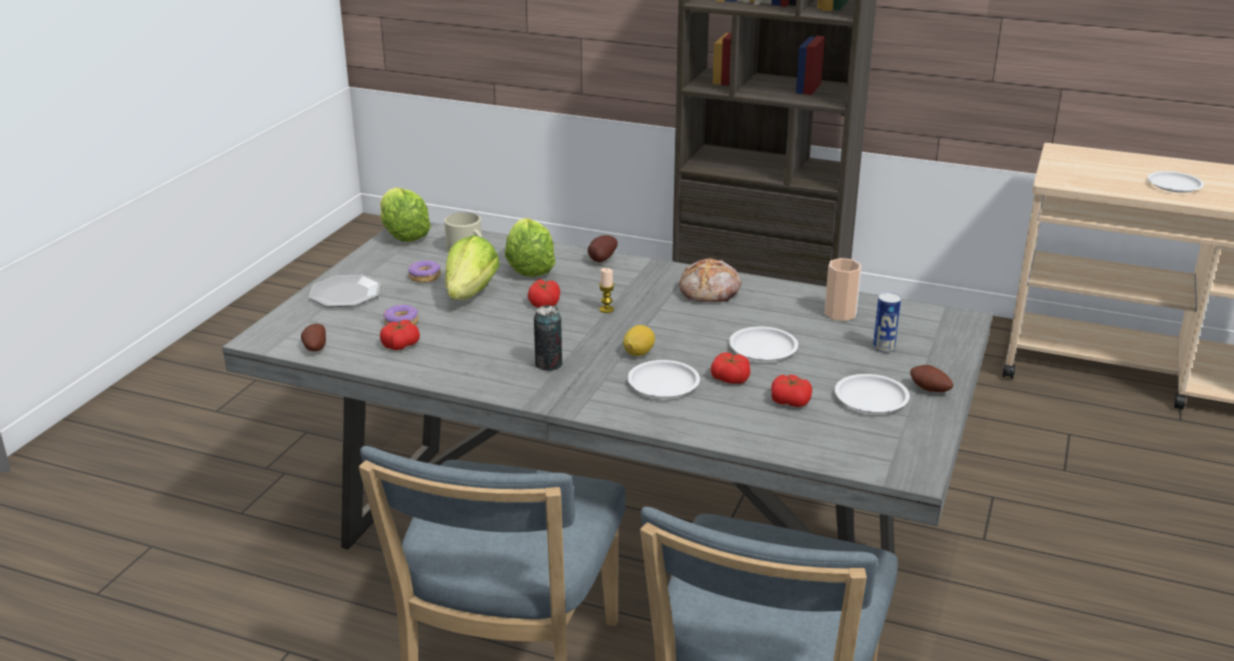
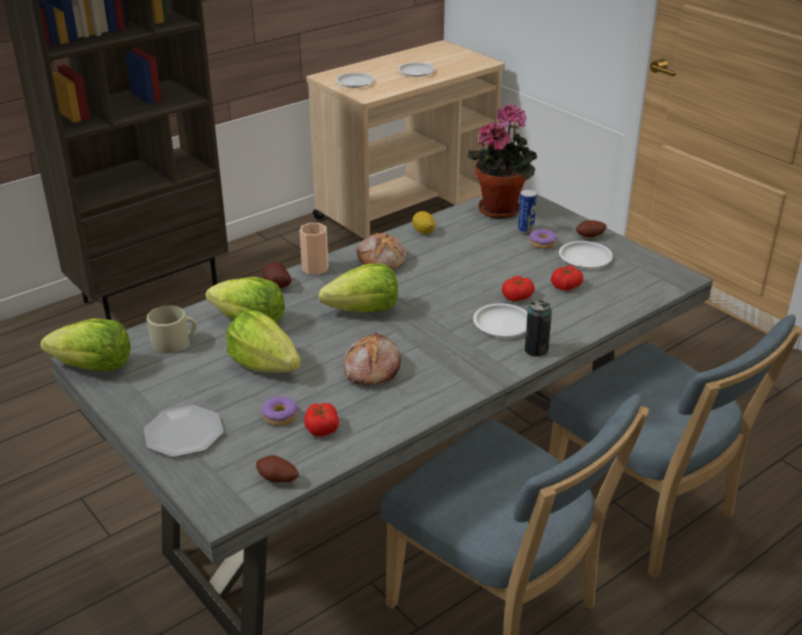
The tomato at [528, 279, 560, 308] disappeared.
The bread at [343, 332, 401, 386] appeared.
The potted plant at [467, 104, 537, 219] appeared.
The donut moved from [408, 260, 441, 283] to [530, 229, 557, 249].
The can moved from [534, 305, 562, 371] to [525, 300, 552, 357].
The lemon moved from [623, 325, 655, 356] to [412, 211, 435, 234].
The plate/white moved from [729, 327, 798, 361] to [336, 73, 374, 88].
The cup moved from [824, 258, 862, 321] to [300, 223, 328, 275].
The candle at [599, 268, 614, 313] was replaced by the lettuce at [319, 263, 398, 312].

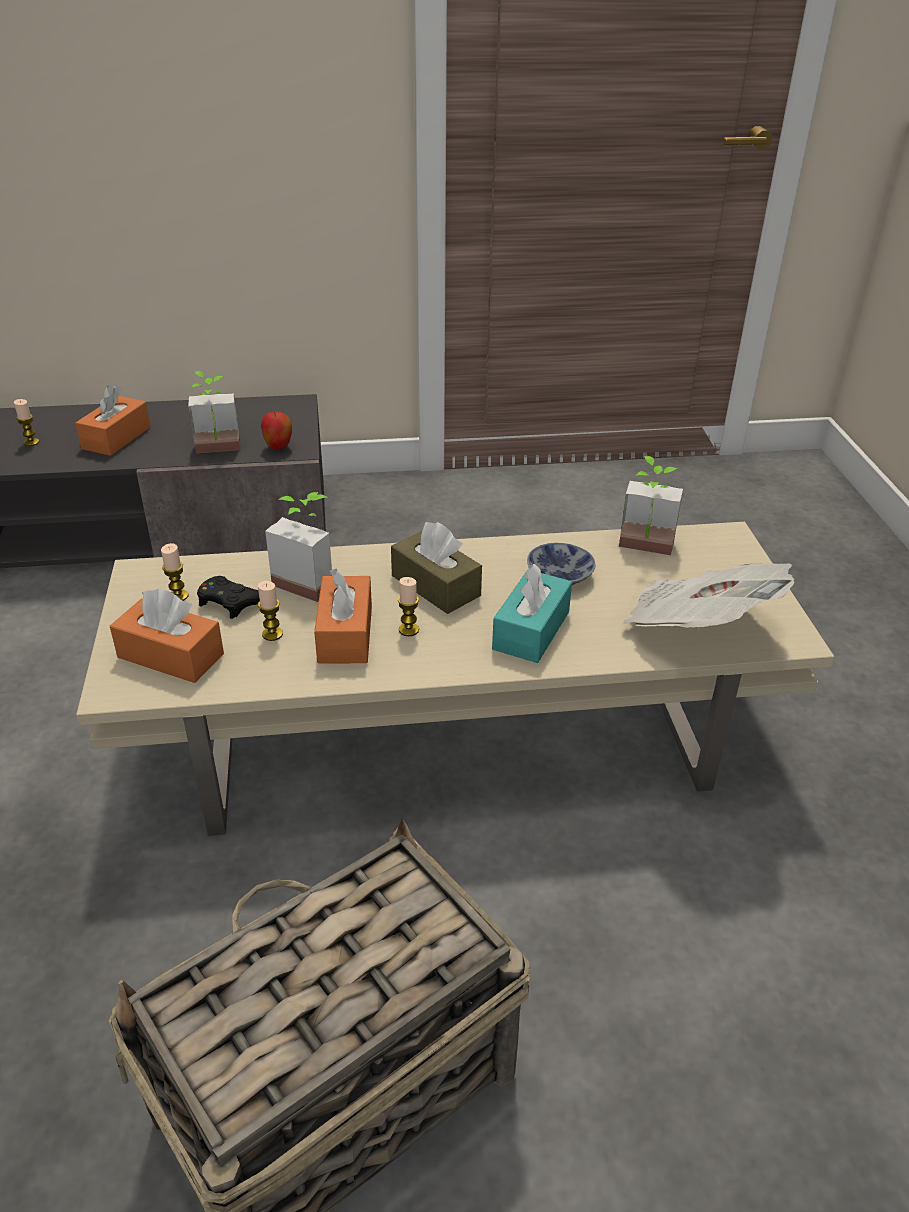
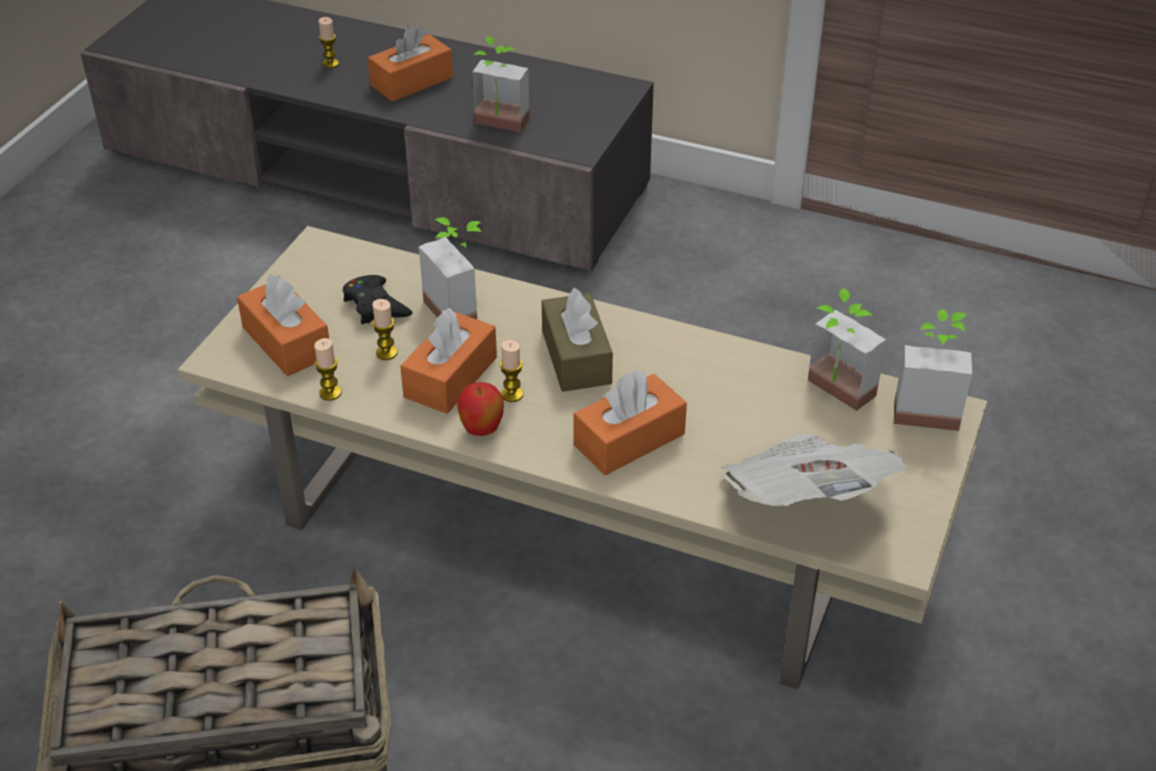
The bowl at [527, 543, 595, 585] disappeared.
The potted plant at [894, 309, 972, 431] appeared.
The candle moved from [161, 543, 188, 601] to [314, 338, 342, 401].
The apple moved from [261, 411, 292, 450] to [457, 382, 504, 436].
The tissue box/turquoise at [492, 564, 572, 663] became the tissue box/orange at [573, 371, 687, 475].

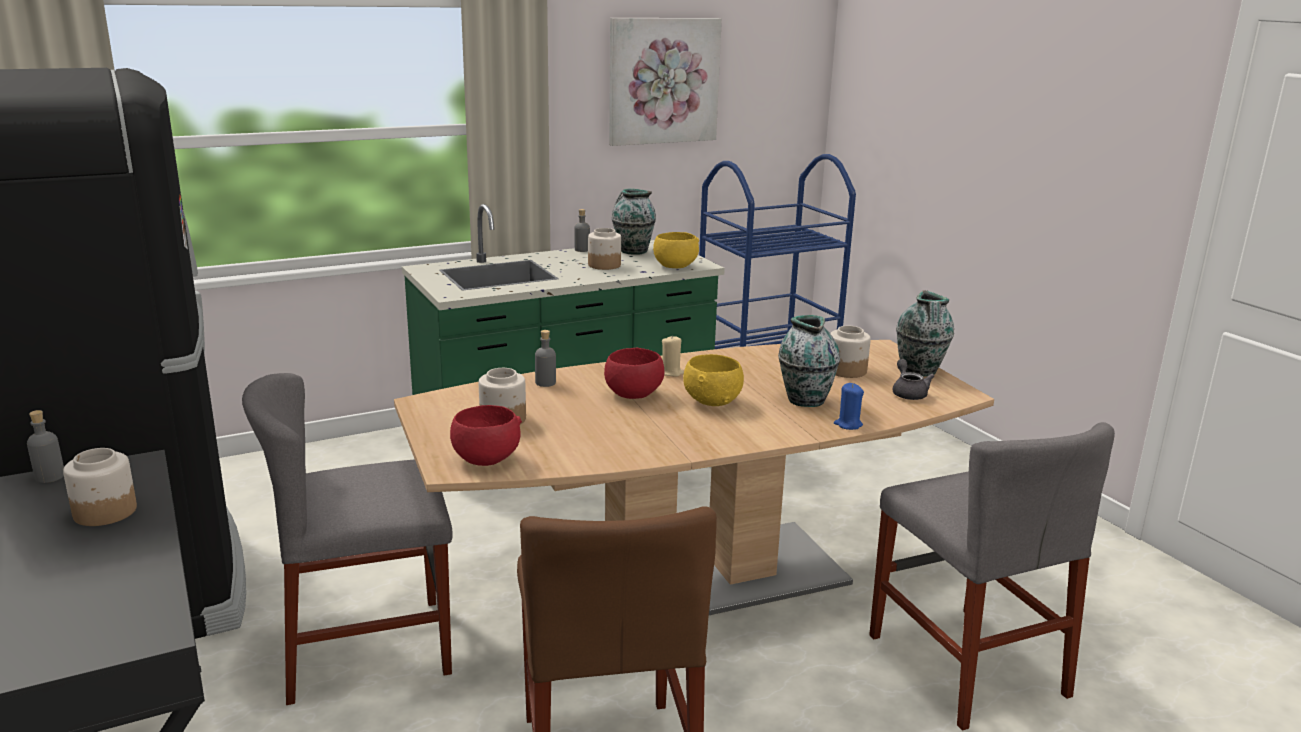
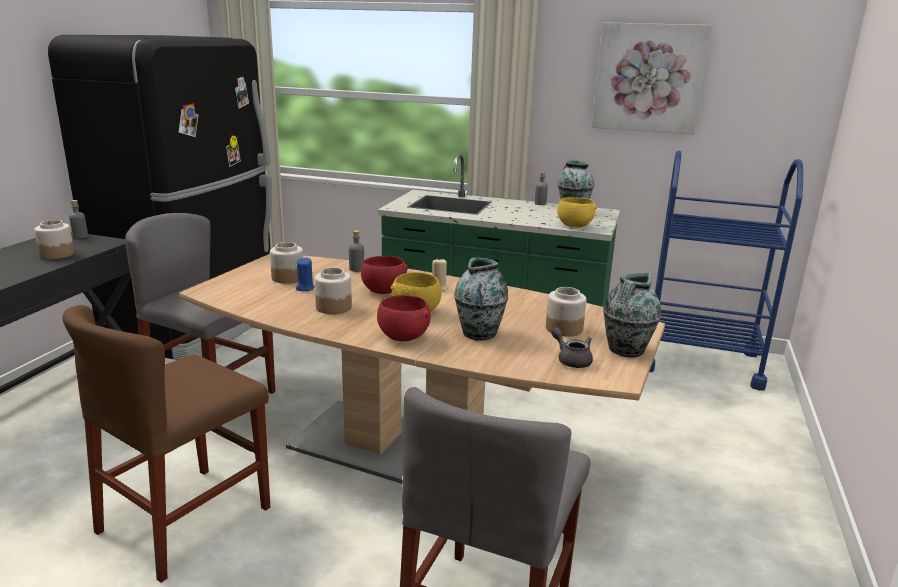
The bowl/red moved from [450, 405, 522, 466] to [377, 295, 431, 341].
The jar moved from [588, 228, 621, 270] to [315, 267, 352, 314].
The candle/blue moved from [834, 383, 864, 430] to [296, 257, 315, 291].
The teapot/grey at [893, 359, 934, 400] turned 75 degrees counterclockwise.

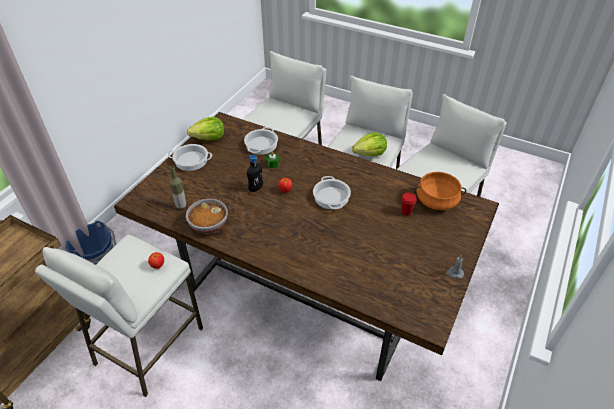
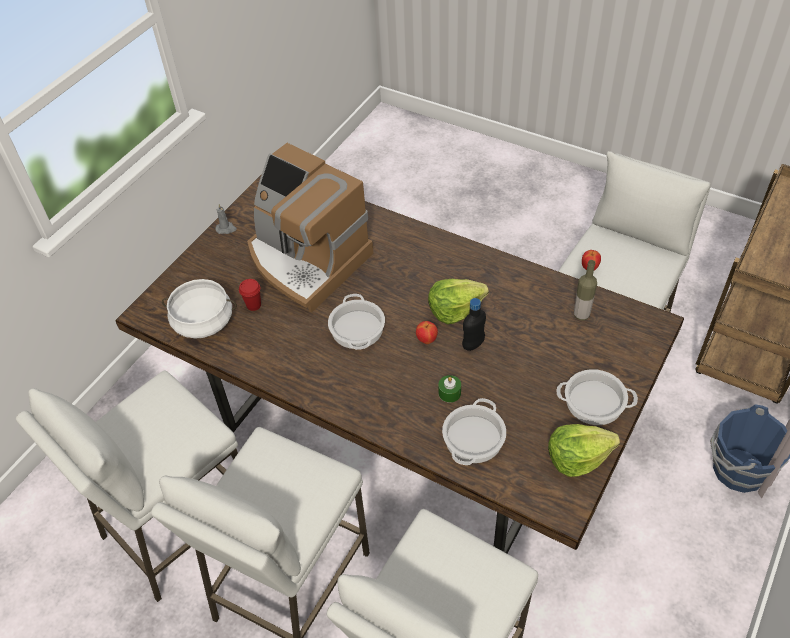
The bowl at [186, 199, 228, 234] disappeared.
The coffee machine at [247, 143, 373, 313] appeared.
The lettuce moved from [352, 132, 387, 156] to [428, 279, 489, 324].
The cooking pot/orange at [414, 172, 466, 210] became the cooking pot/white at [162, 279, 237, 339].

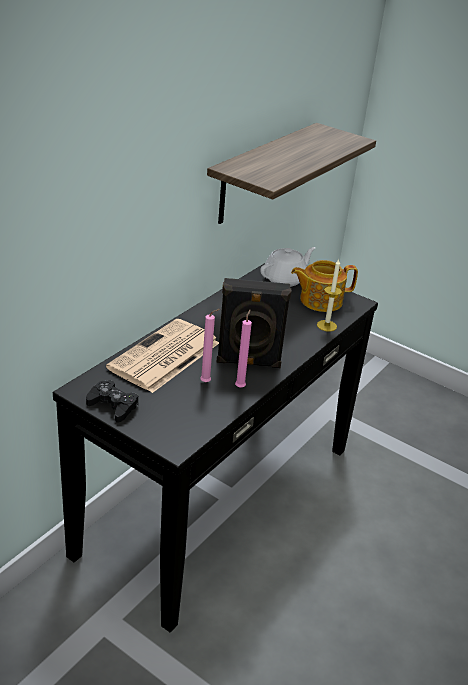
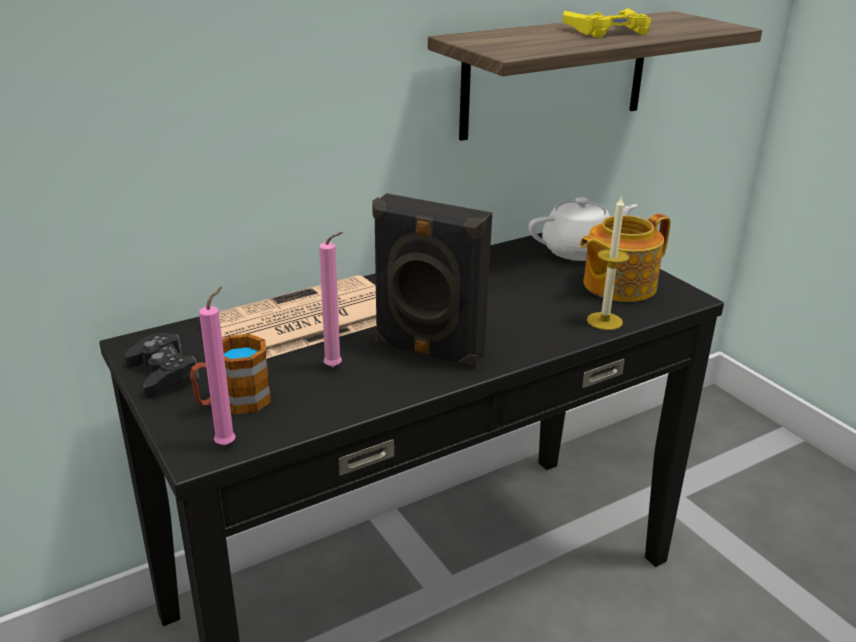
The mug at [190, 334, 271, 415] appeared.
The game controller/yellow at [563, 8, 651, 37] appeared.
The candle/pink moved from [235, 310, 252, 388] to [199, 287, 236, 445].
The teapot at [291, 260, 358, 312] turned 45 degrees counterclockwise.

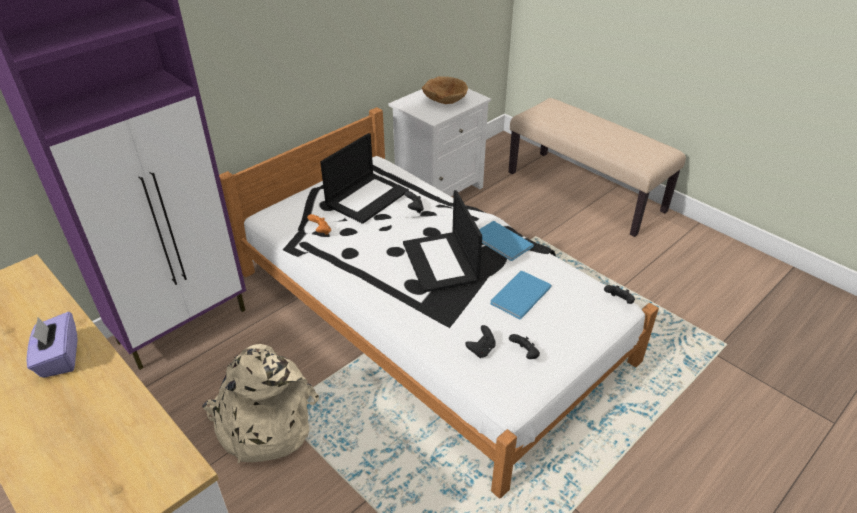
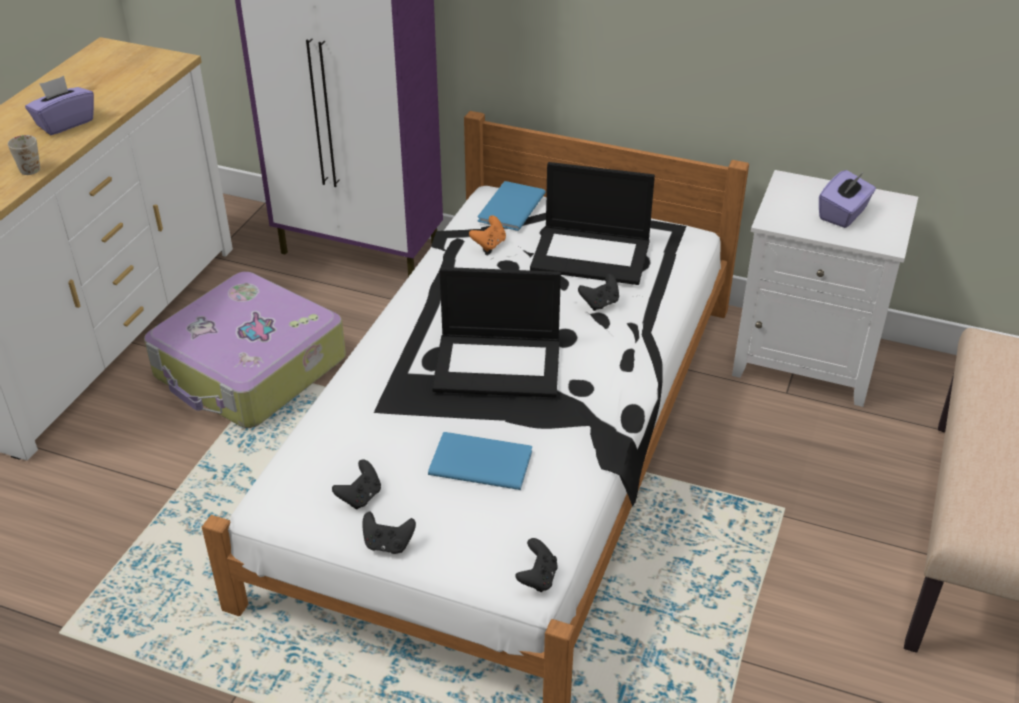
The mug/white at [8, 135, 40, 175] appeared.
The game controller/black moved from [465, 325, 496, 358] to [362, 511, 416, 554].
The book/blue moved from [479, 221, 534, 261] to [477, 181, 546, 231].
The backpack/beige at [202, 344, 319, 463] was replaced by the suitcase at [144, 272, 346, 428].
The bowl/brown at [422, 76, 468, 104] was replaced by the tissue box/purple at [819, 170, 876, 228].
The laptop at [403, 190, 482, 292] turned 135 degrees counterclockwise.

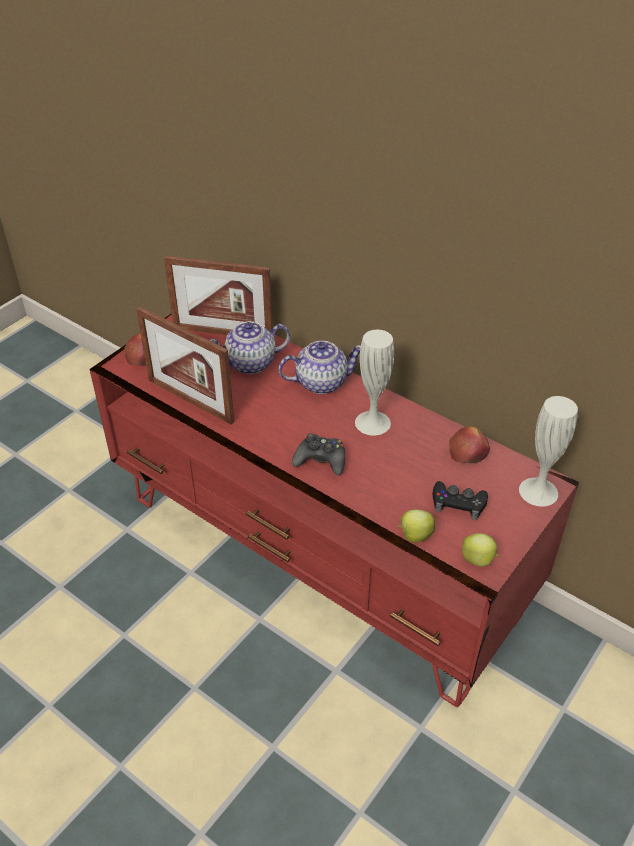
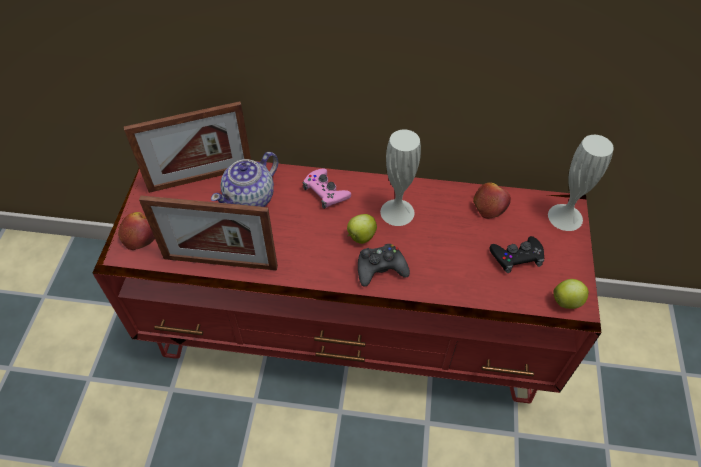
The apple moved from [397, 509, 435, 543] to [347, 214, 377, 244].
The teapot at [278, 341, 361, 394] was replaced by the game controller/pink at [303, 169, 351, 209].

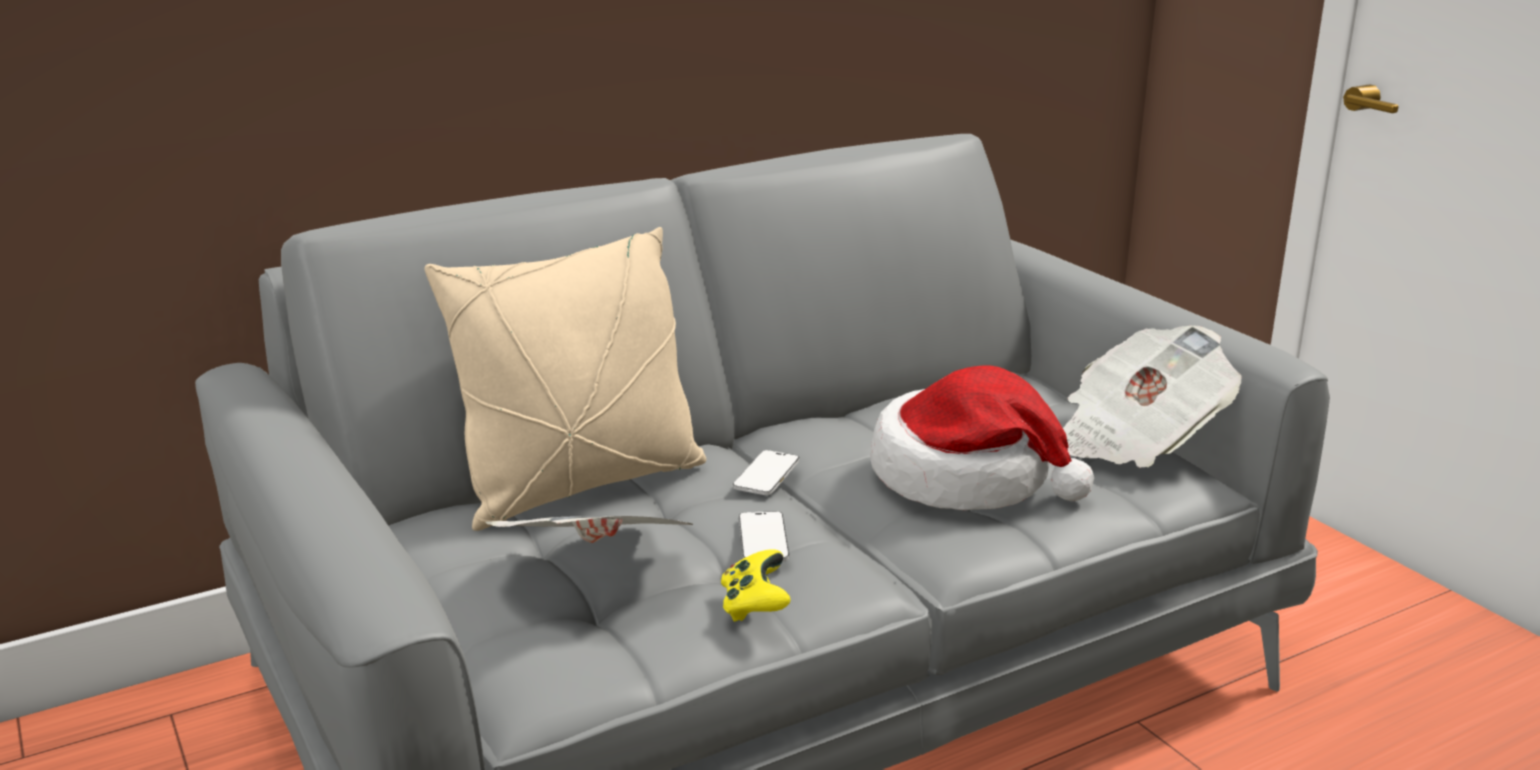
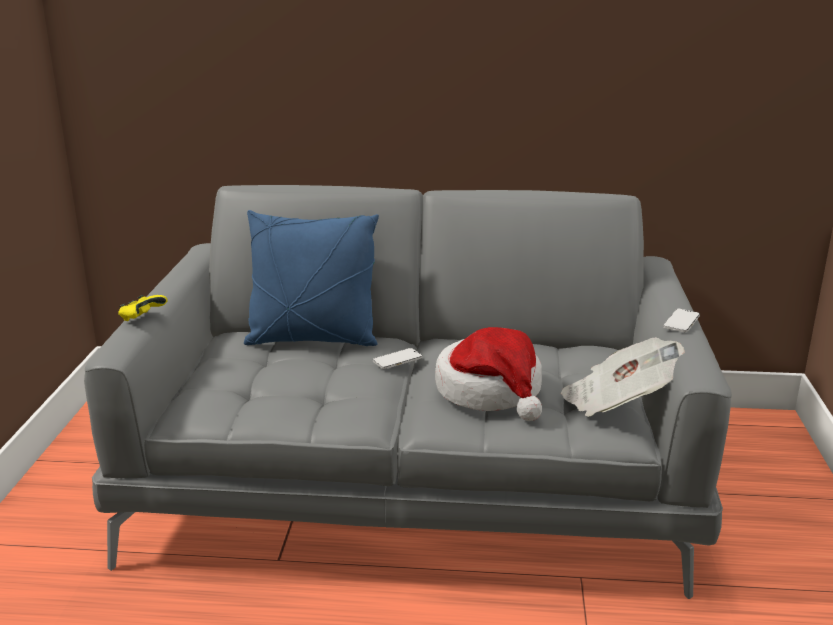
The newspaper at [485, 516, 692, 543] disappeared.
The game controller/yellow moved from [721, 549, 791, 622] to [118, 295, 168, 321].
The phone moved from [739, 511, 789, 562] to [663, 309, 700, 332].
The pillow/beige at [424, 227, 706, 531] became the pillow/blue at [244, 210, 379, 346].

